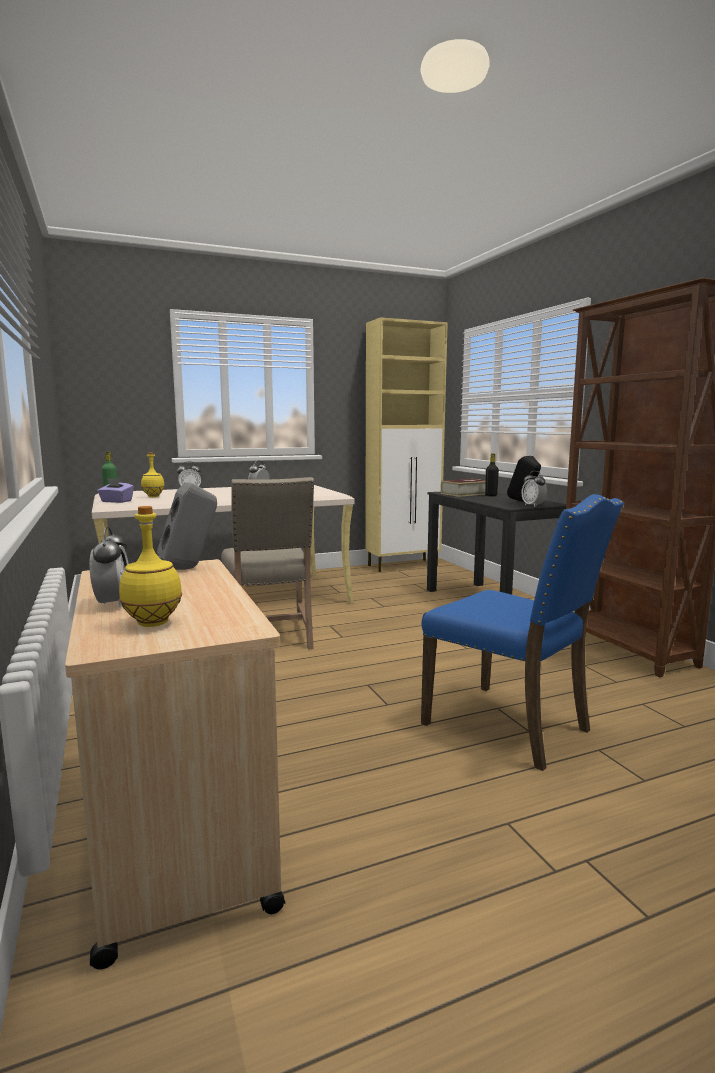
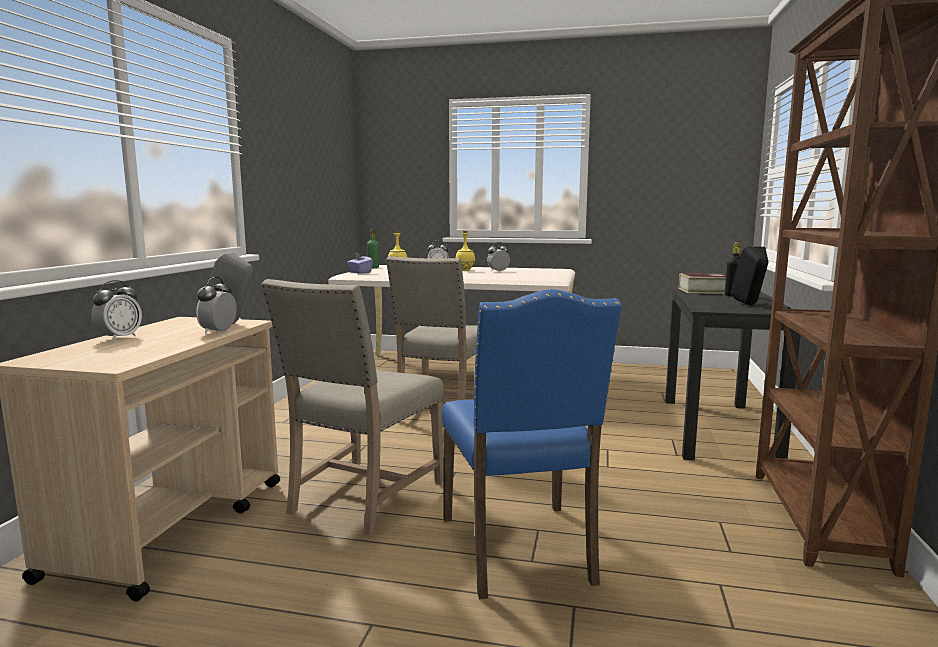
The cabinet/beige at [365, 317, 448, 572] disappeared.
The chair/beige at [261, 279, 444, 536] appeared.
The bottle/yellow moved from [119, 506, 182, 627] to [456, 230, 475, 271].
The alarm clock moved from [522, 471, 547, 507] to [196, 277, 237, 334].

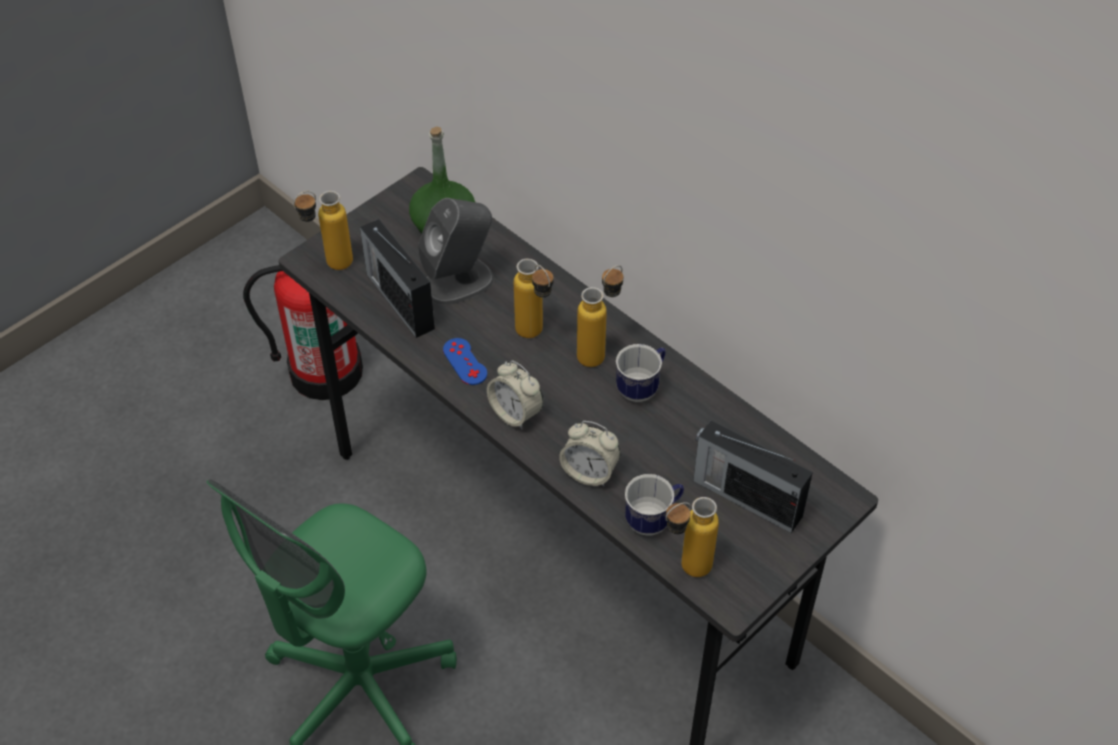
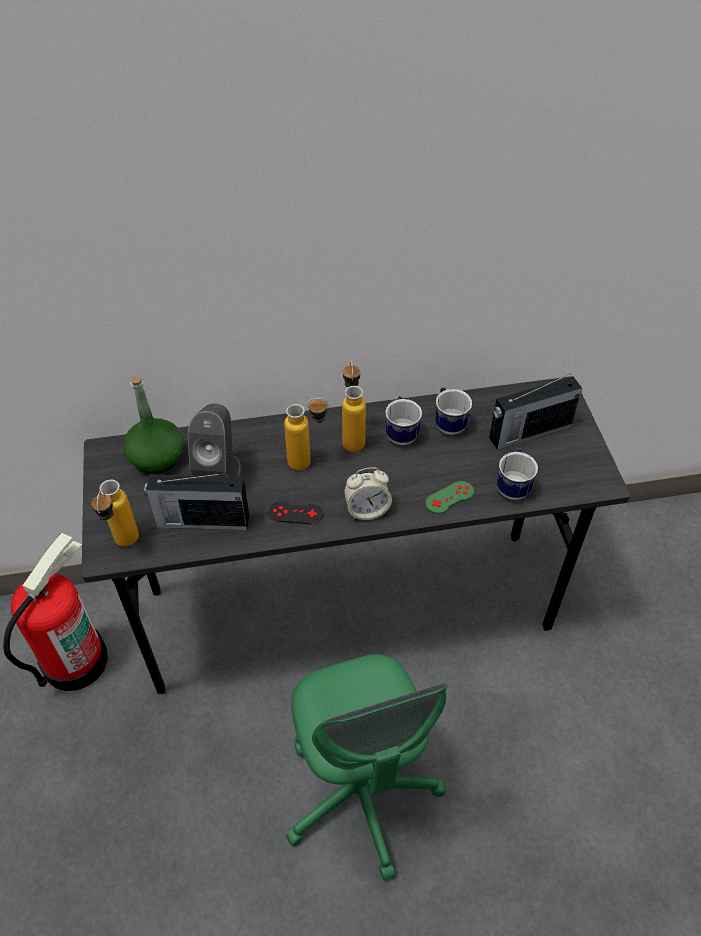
The bottle at [665, 497, 719, 577] disappeared.
The mug at [435, 387, 472, 435] appeared.
The alarm clock at [559, 421, 620, 486] was replaced by the game controller/green at [426, 481, 474, 514].
The game controller/blue at [443, 338, 487, 385] became the game controller/black at [269, 502, 323, 524].

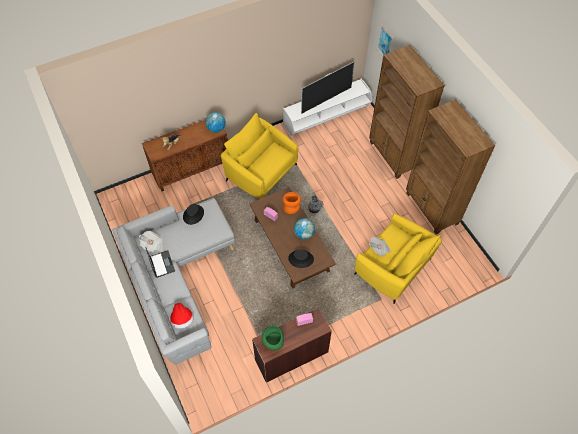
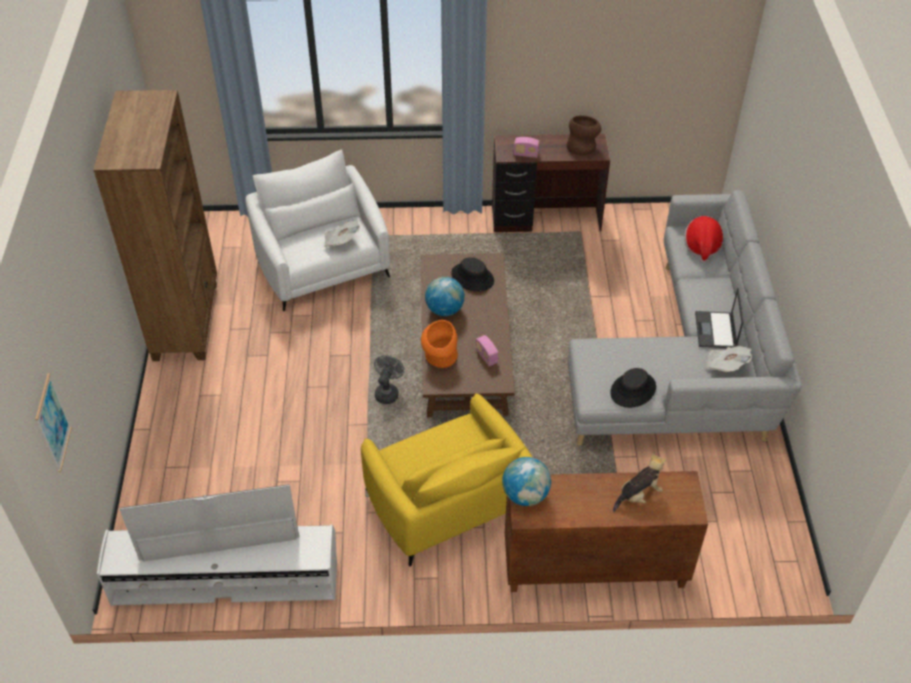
The bookcase/brown at [369, 45, 445, 179] disappeared.
The vase/green at [262, 325, 284, 351] became the vase/brown at [567, 115, 602, 155].
The armchair/yellow at [354, 214, 442, 303] became the armchair/white at [245, 149, 390, 311].

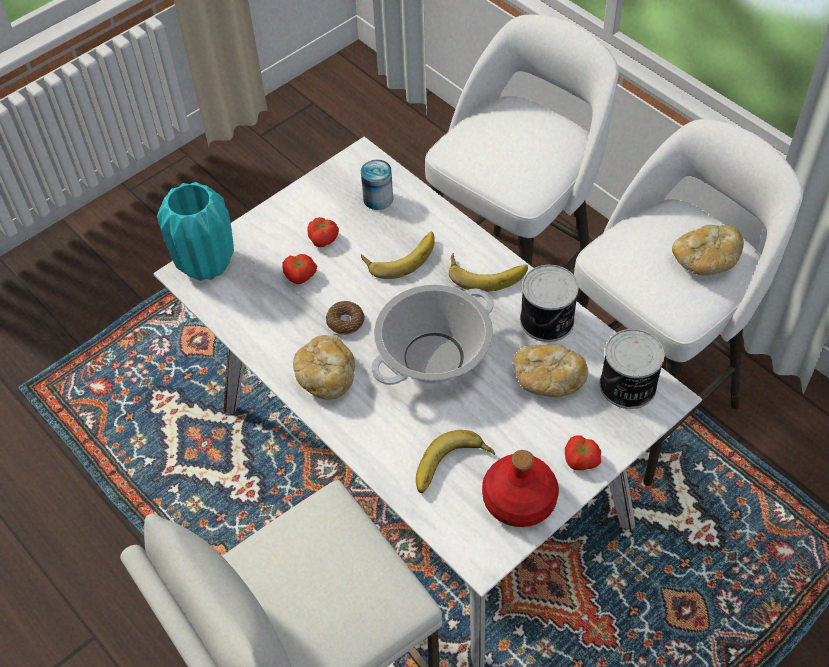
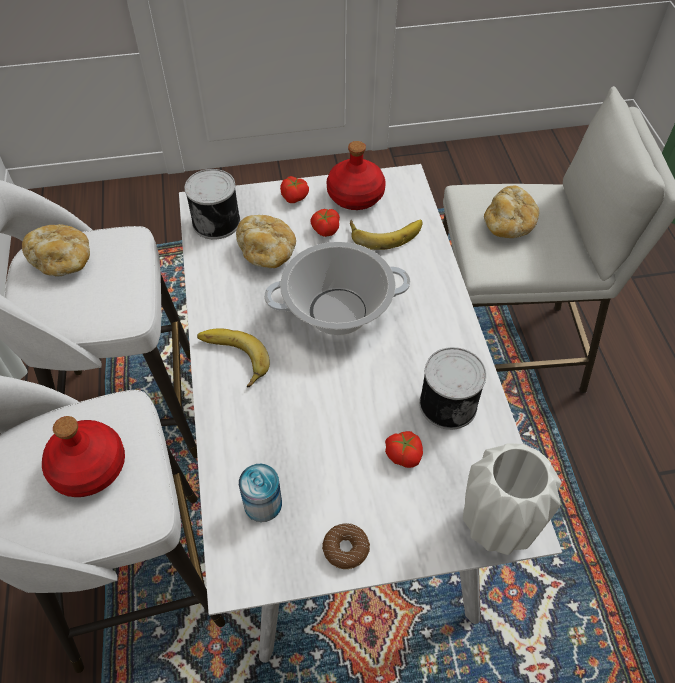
The banana at [361, 232, 435, 279] disappeared.
The bottle/red at [42, 416, 125, 497] appeared.
The bread moved from [293, 335, 355, 400] to [484, 185, 539, 238].
The tomato moved from [307, 217, 339, 247] to [310, 209, 340, 237].
The donut moved from [326, 301, 365, 335] to [322, 523, 370, 569].
The can moved from [520, 265, 579, 342] to [419, 347, 487, 430].
The vase/turquoise at [157, 182, 234, 281] became the vase/white at [463, 443, 562, 555].

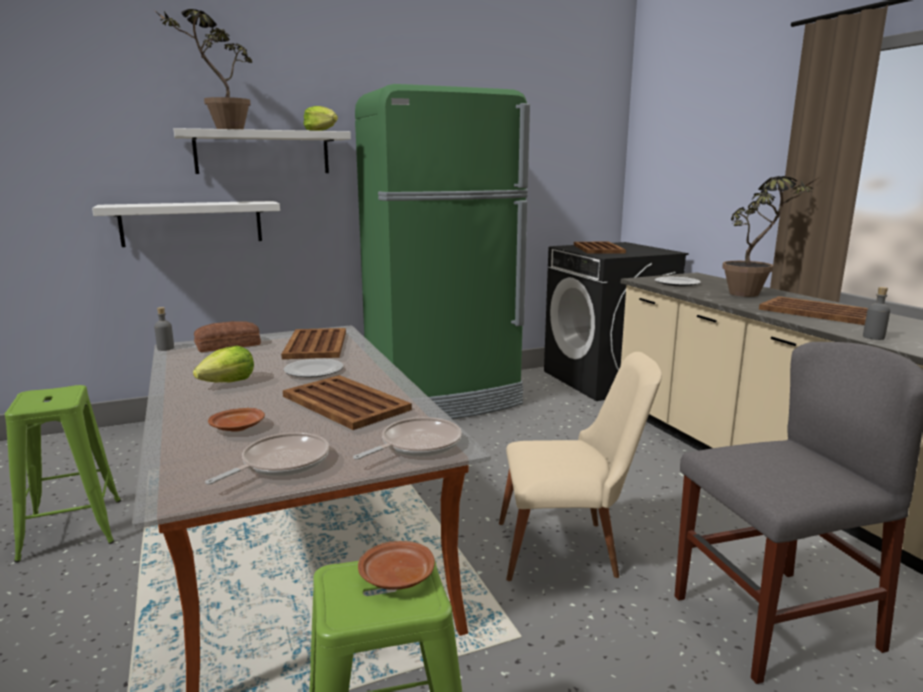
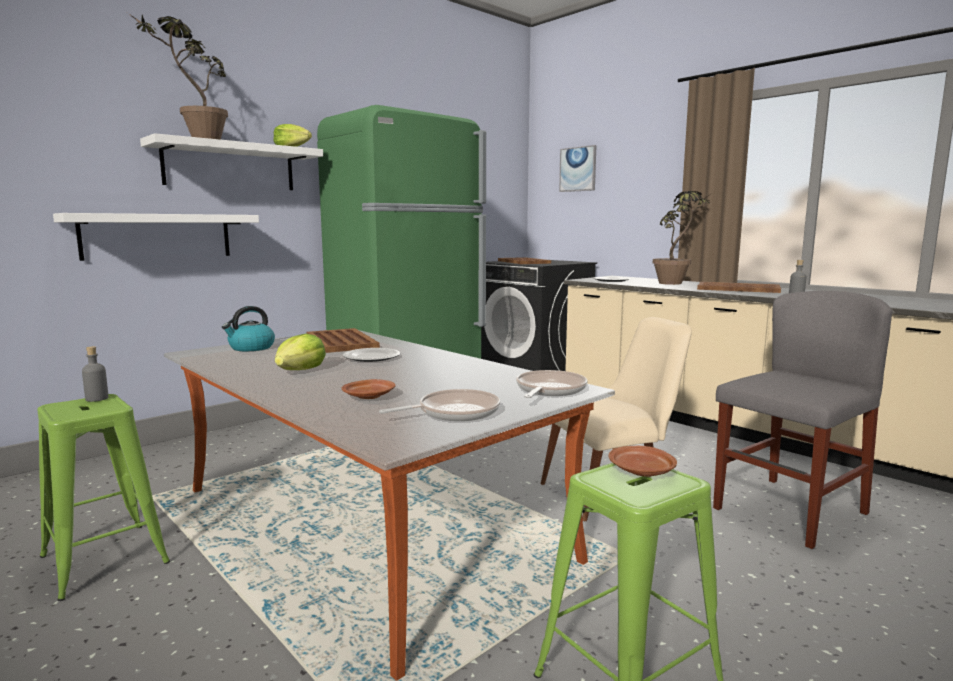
The tray/brown at [283, 375, 412, 430] disappeared.
The picture at [559, 145, 597, 192] appeared.
The bottle/grey moved from [154, 307, 174, 351] to [82, 346, 108, 402].
The bread at [194, 321, 261, 352] was replaced by the kettle at [222, 306, 275, 351].
The frying pan at [205, 432, 329, 485] turned 45 degrees clockwise.

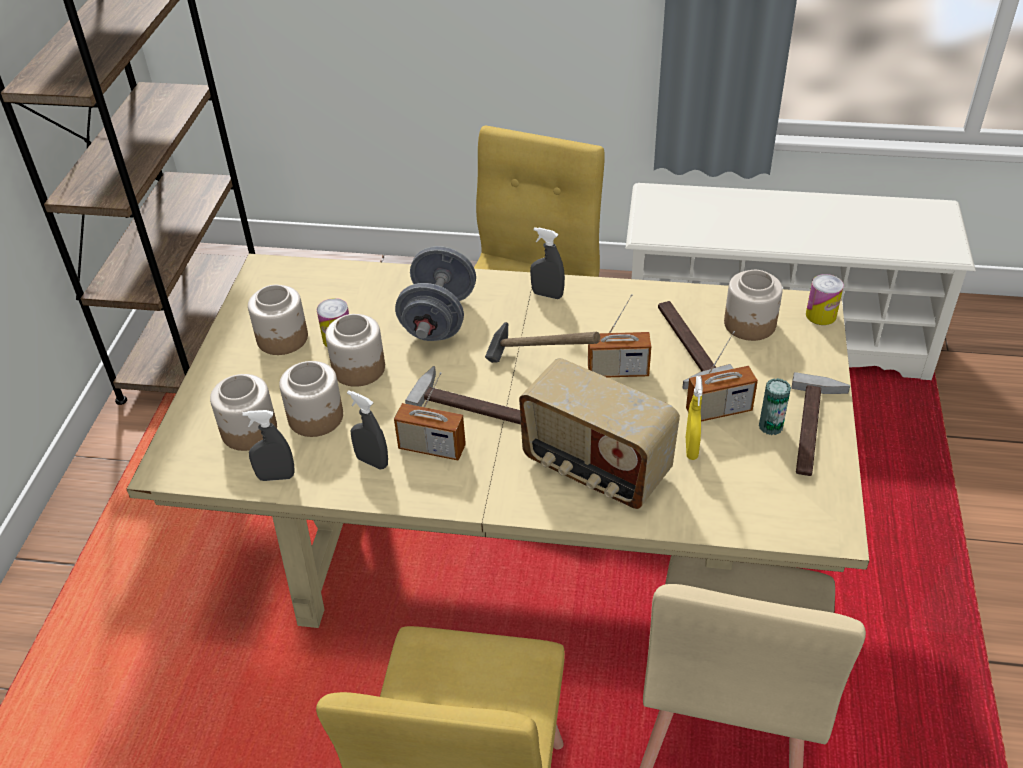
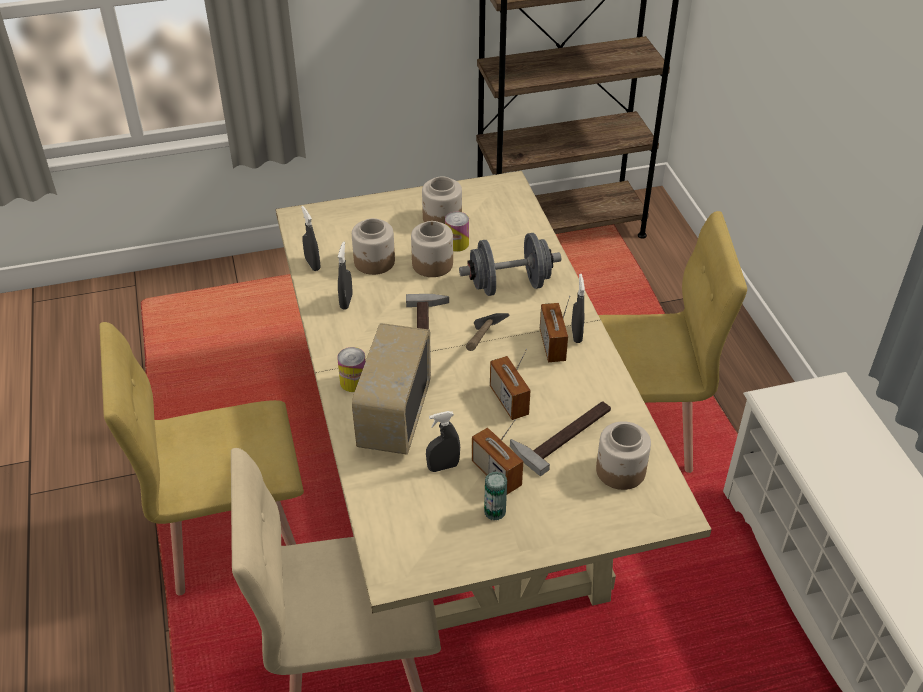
The jar at [210, 374, 277, 451] disappeared.
The hammer at [791, 372, 850, 476] disappeared.
The radio moved from [394, 372, 466, 461] to [540, 296, 570, 362].
The can moved from [806, 274, 844, 325] to [337, 347, 366, 392].
The spray bottle/yellow at [686, 376, 703, 460] became the spray bottle/grey at [426, 411, 460, 472].

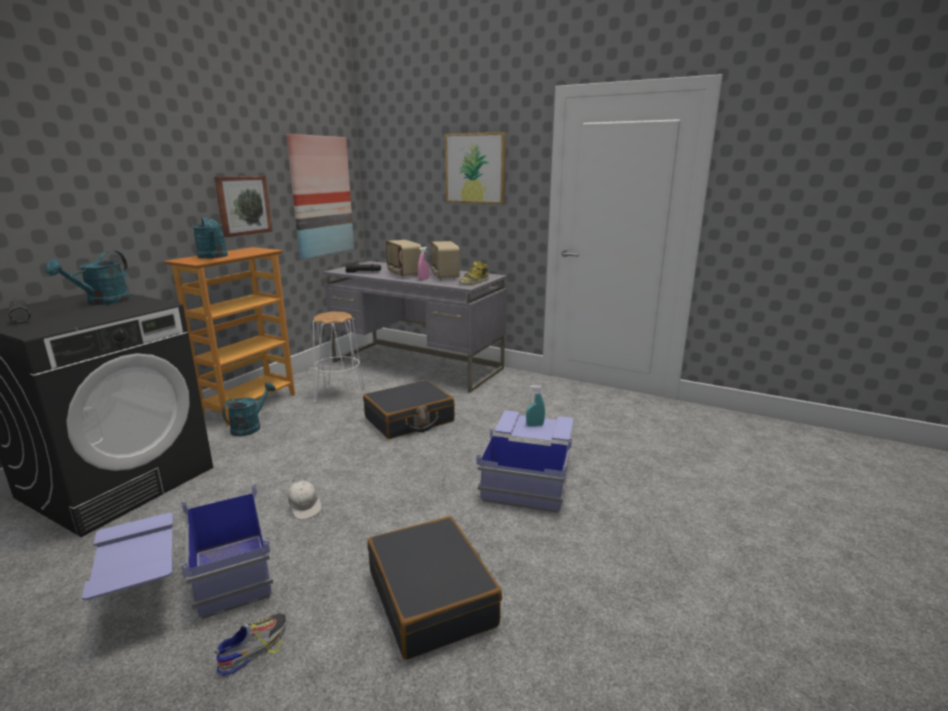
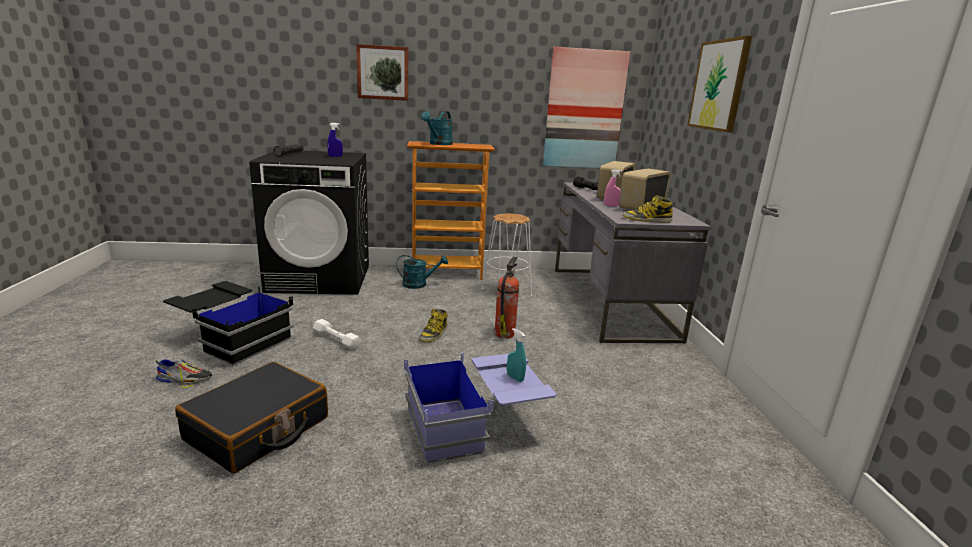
The boot at [419, 309, 448, 342] appeared.
The picture moved from [214, 176, 272, 237] to [356, 44, 408, 101].
The watering can/turquoise at [45, 251, 130, 305] was replaced by the spray bottle/blue at [327, 123, 343, 157].
The cap/white at [288, 479, 321, 520] was replaced by the dumbbell/white at [313, 319, 362, 351].
The suitcase/black at [363, 380, 455, 439] was replaced by the fire extinguisher at [495, 257, 519, 338].
The storage box/blue at [82, 484, 273, 619] became the storage box/black at [163, 281, 294, 366].

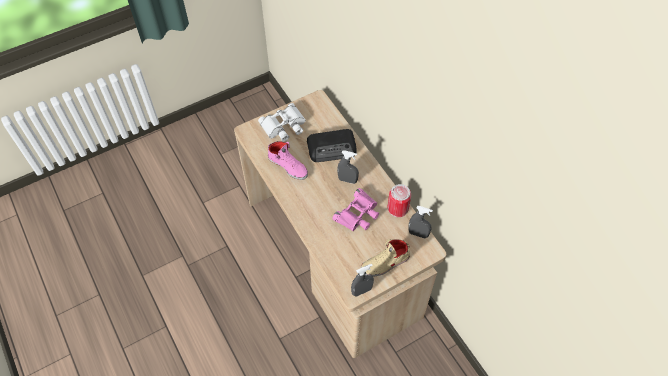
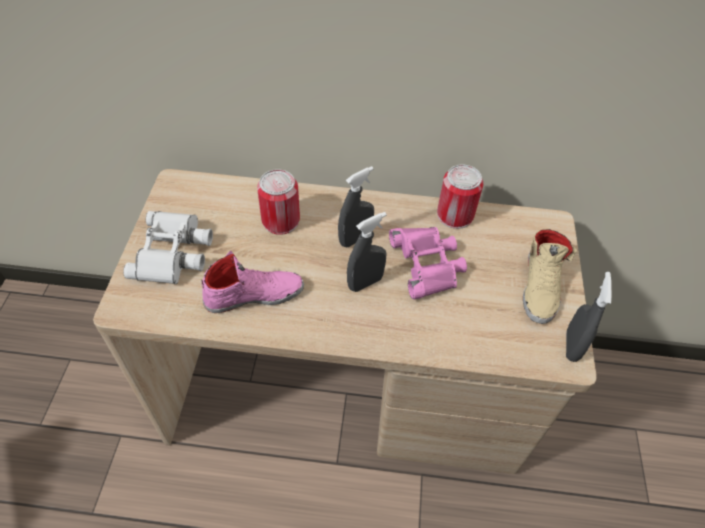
The spray bottle/grey moved from [408, 206, 433, 238] to [347, 212, 387, 292].
The radio at [307, 129, 357, 162] was replaced by the can at [257, 169, 300, 235].

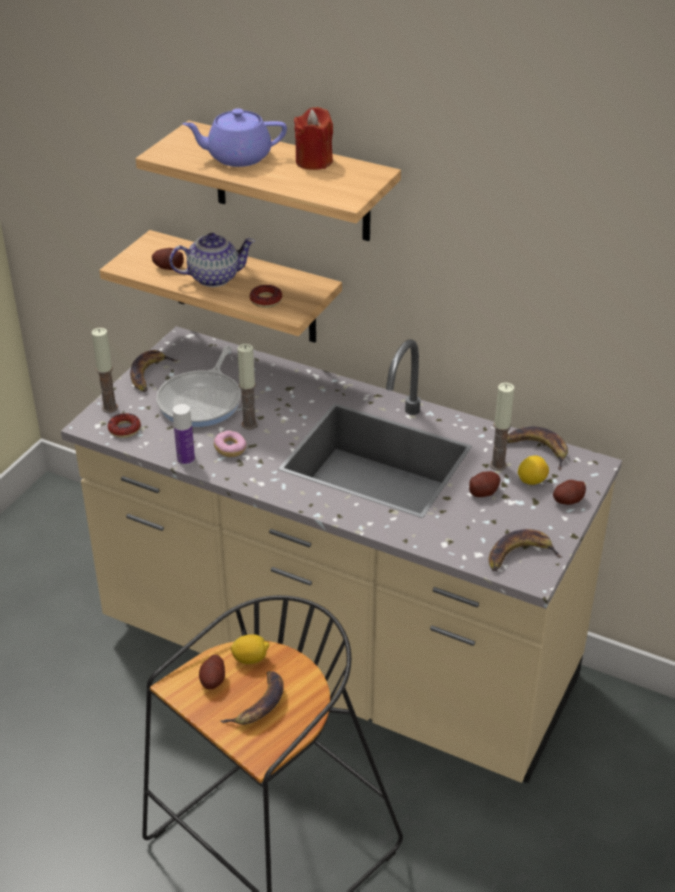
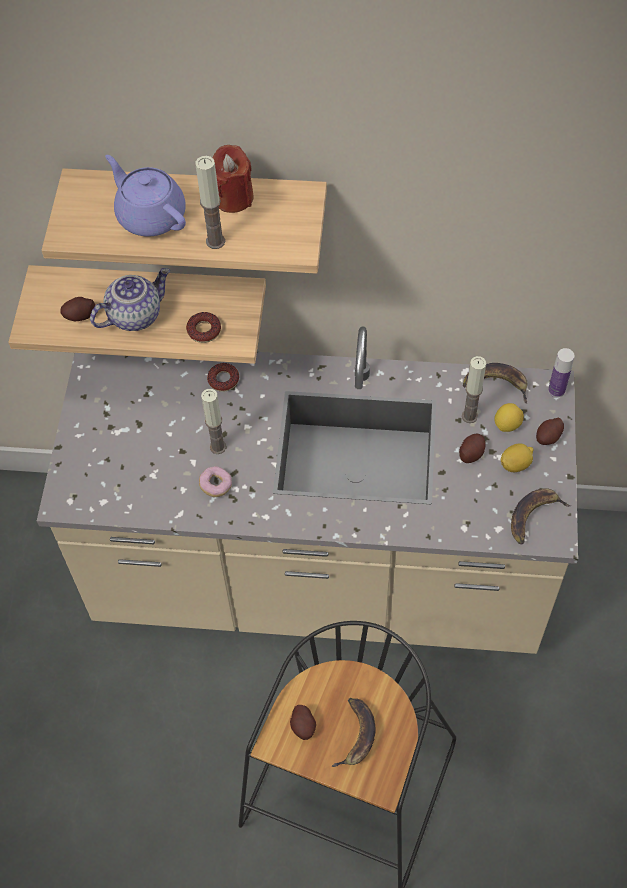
The banana at [130, 350, 179, 392] disappeared.
The frying pan at [156, 346, 241, 427] disappeared.
The candle moved from [92, 328, 118, 413] to [196, 156, 225, 249].
The donut moved from [108, 413, 141, 438] to [207, 363, 239, 392].
The bottle moved from [173, 404, 195, 465] to [548, 348, 575, 397].
The lemon moved from [231, 634, 269, 664] to [501, 444, 533, 472].
The teapot/purple at [182, 108, 287, 167] turned 75 degrees clockwise.

